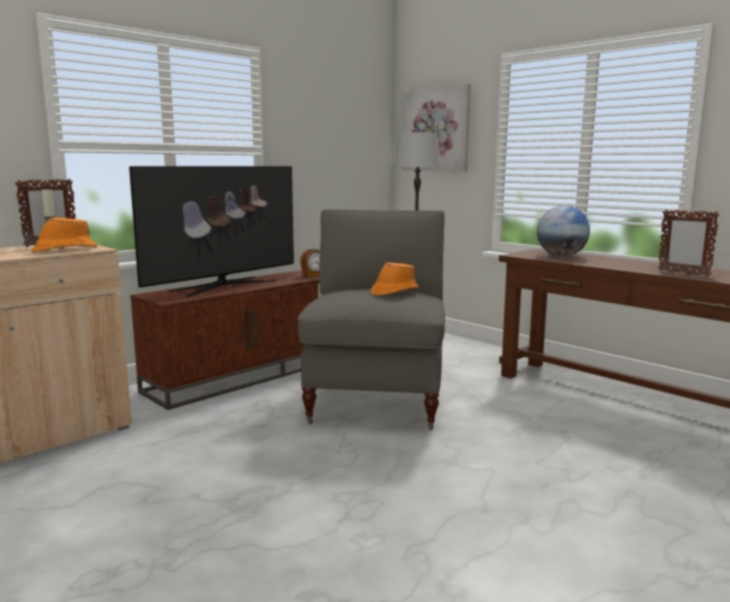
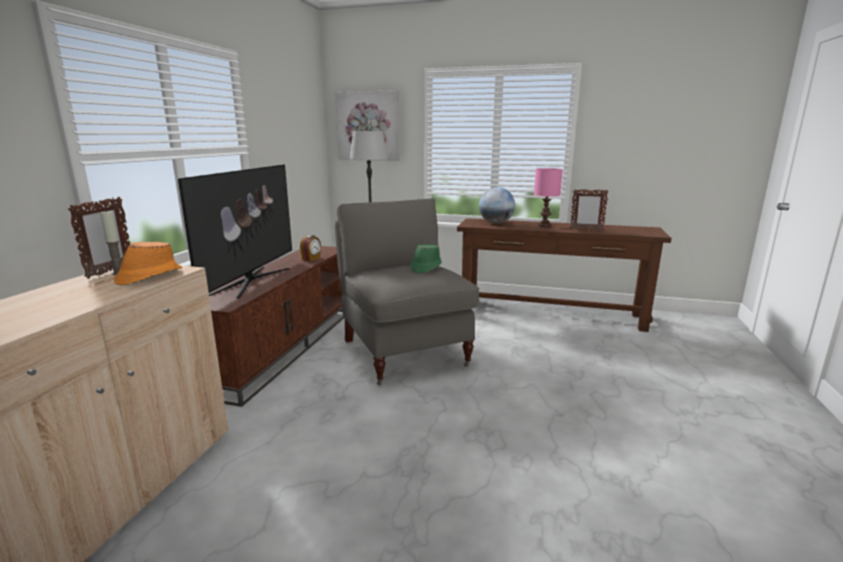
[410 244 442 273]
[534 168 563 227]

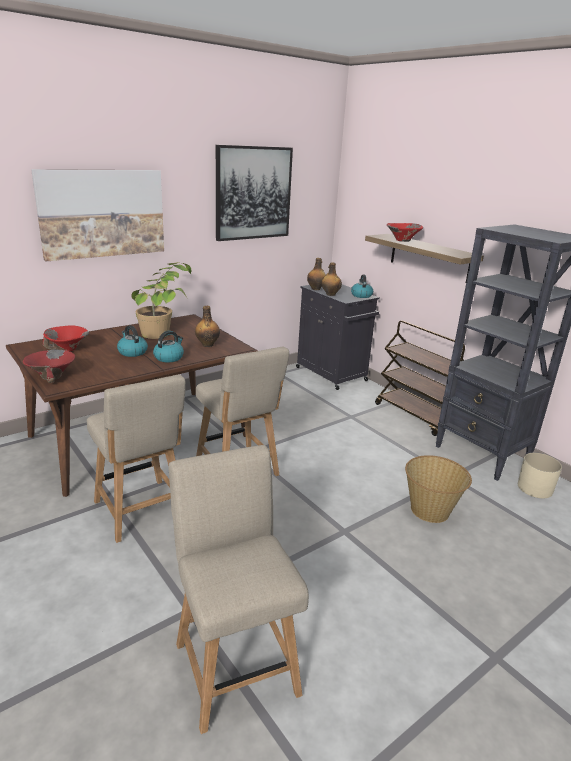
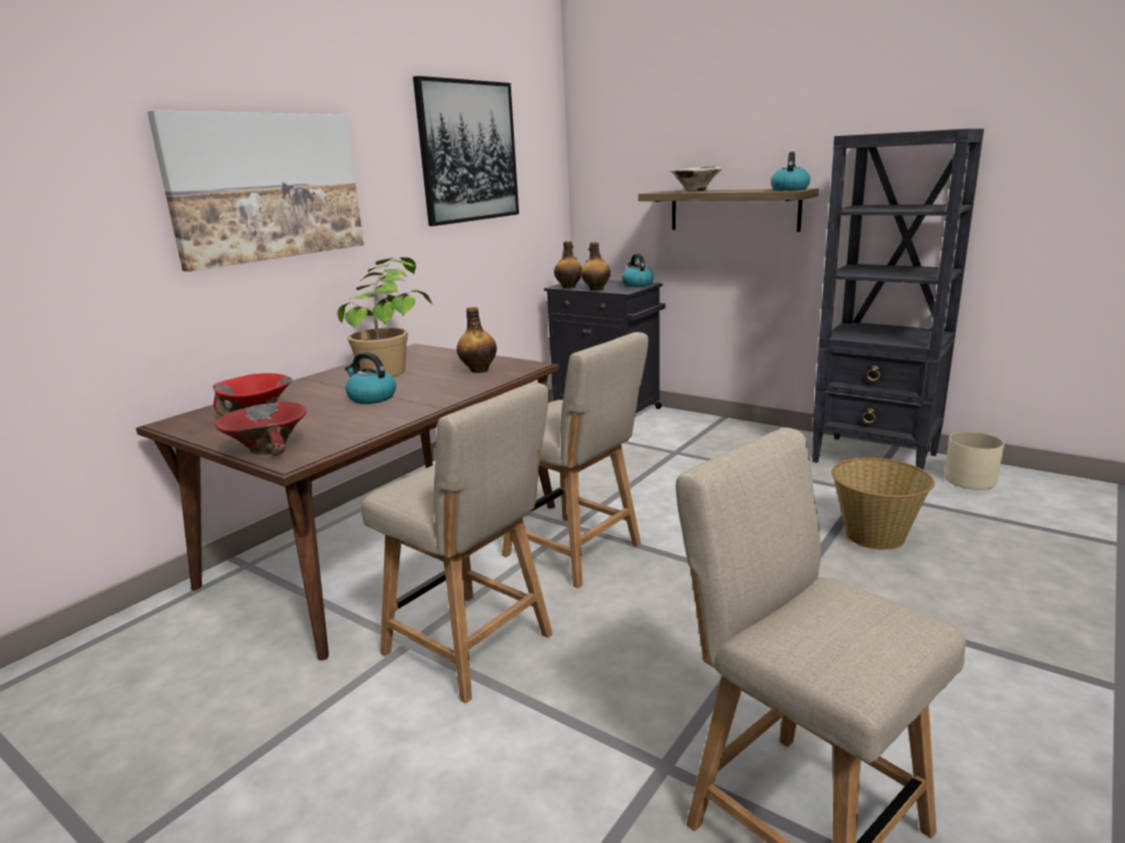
[771 152 810 191]
[375 321 465 436] (first image)
[670 166 722 192]

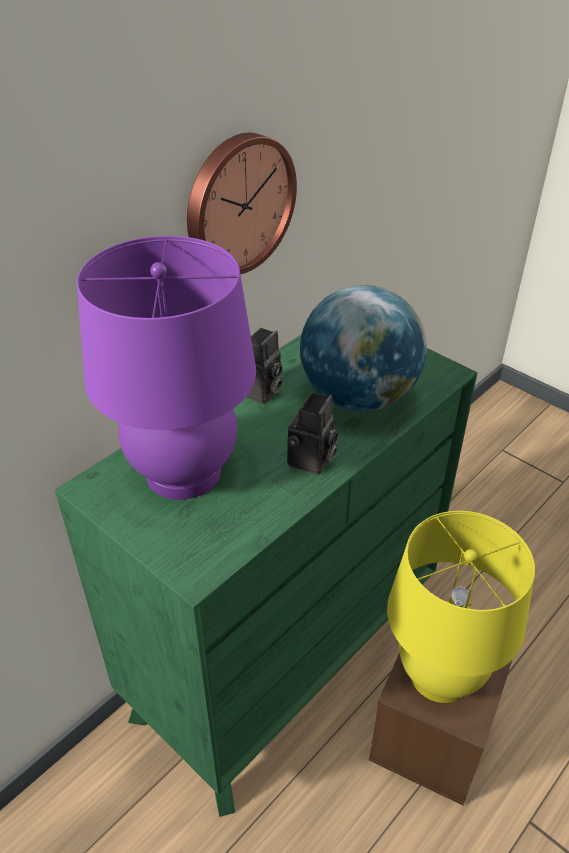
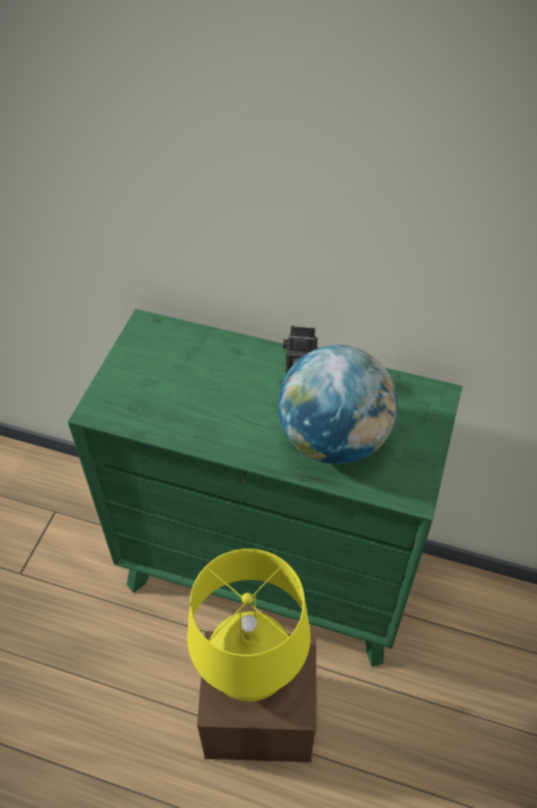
[77 236 256 500] (first image)
[187 133 297 274] (first image)
[287 392 338 475] (first image)

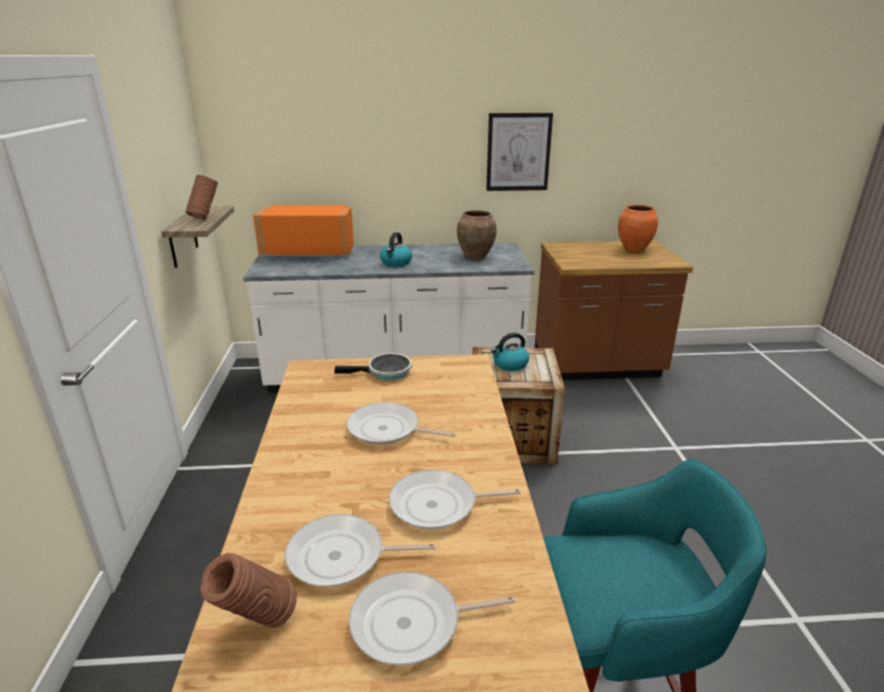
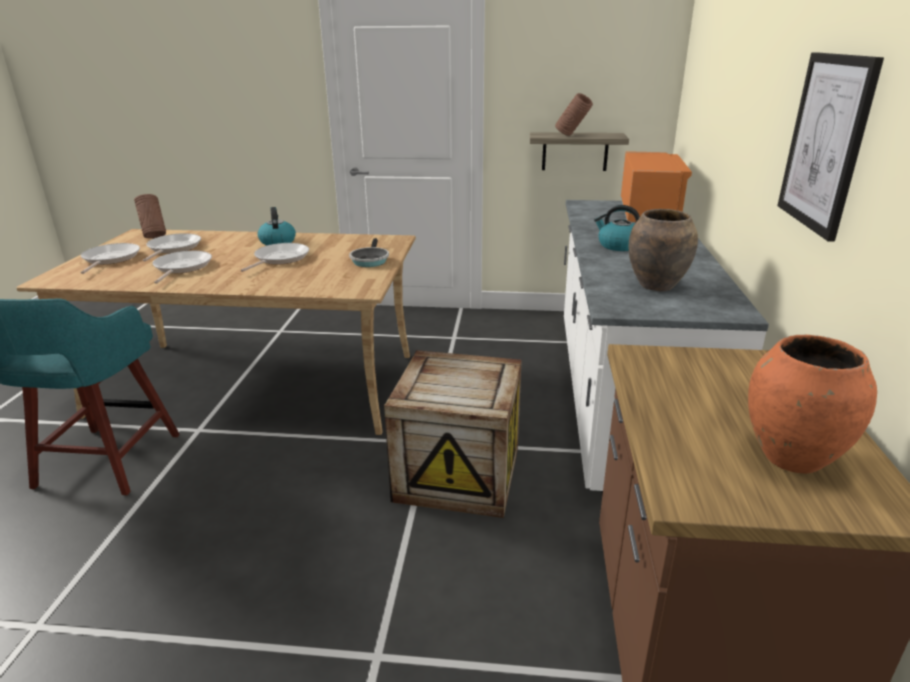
[258 207 296 245]

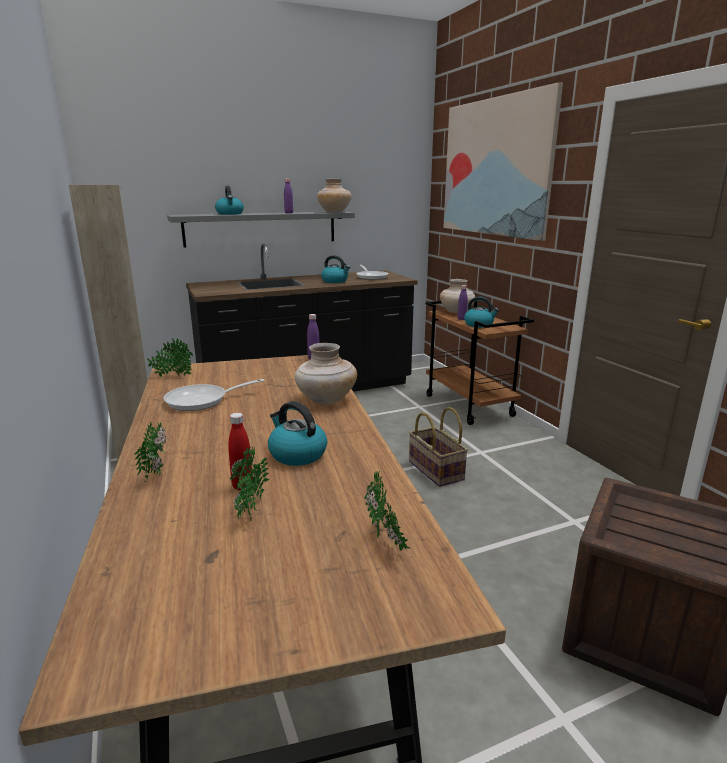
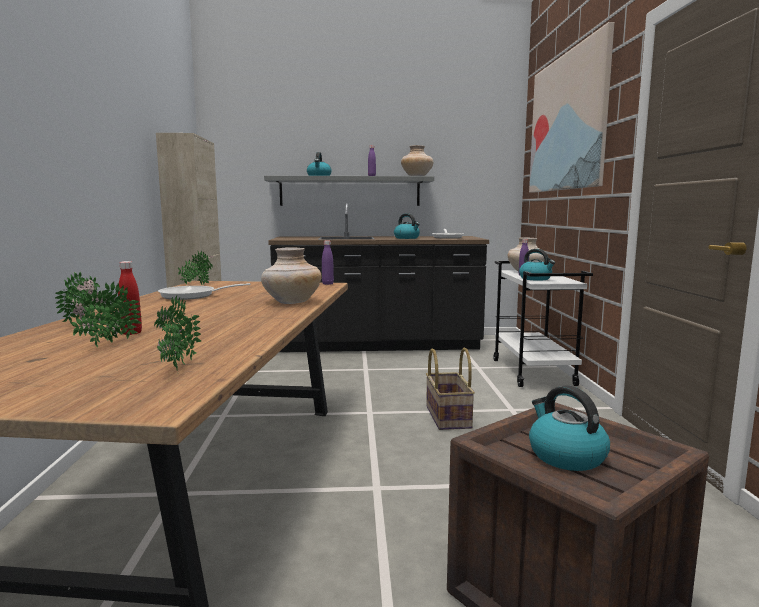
[529 385 610 471]
[493 261 593 387]

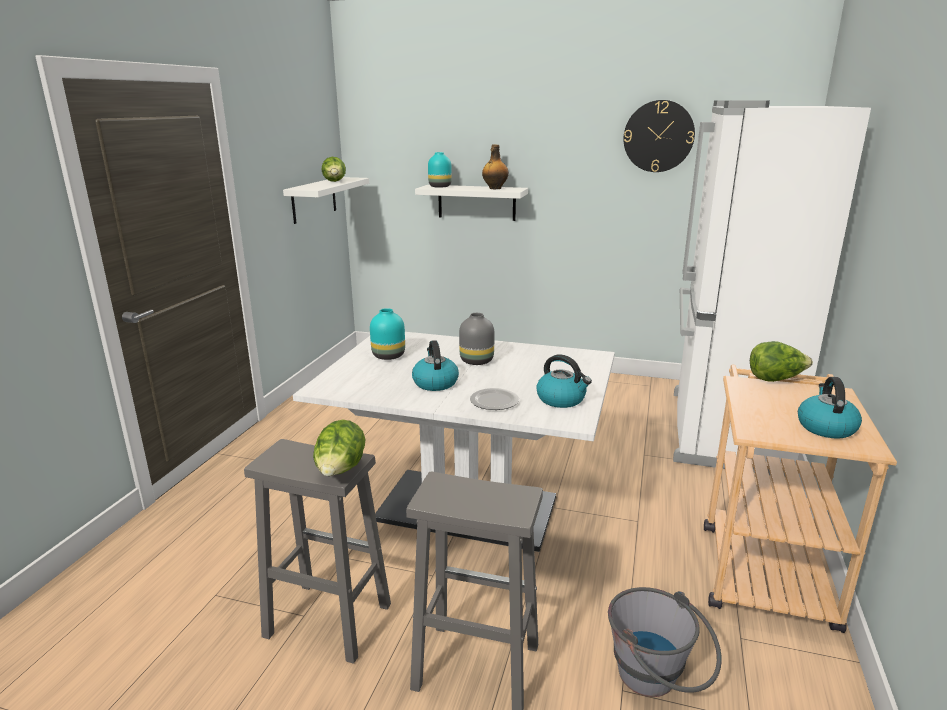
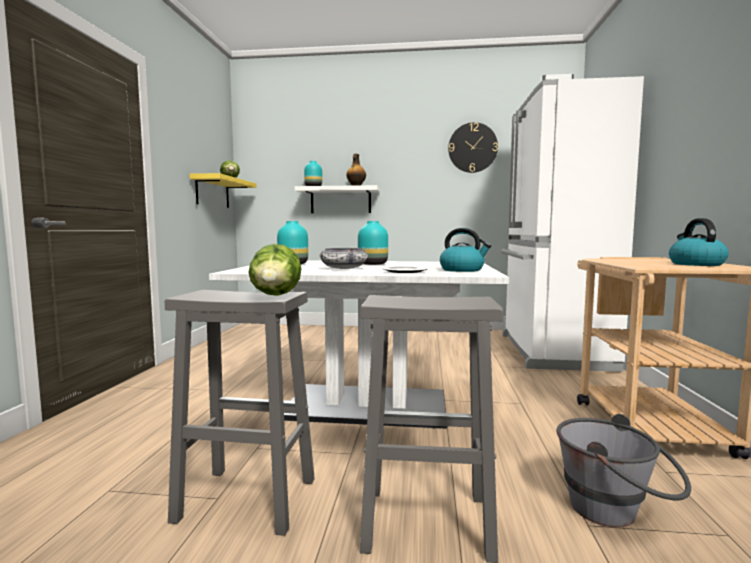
[189 173 256 208]
[319 248 368 269]
[358 221 388 265]
[750 341 813 382] (first image)

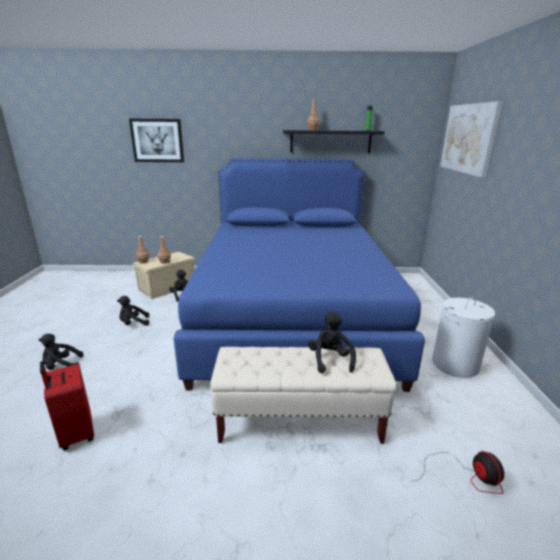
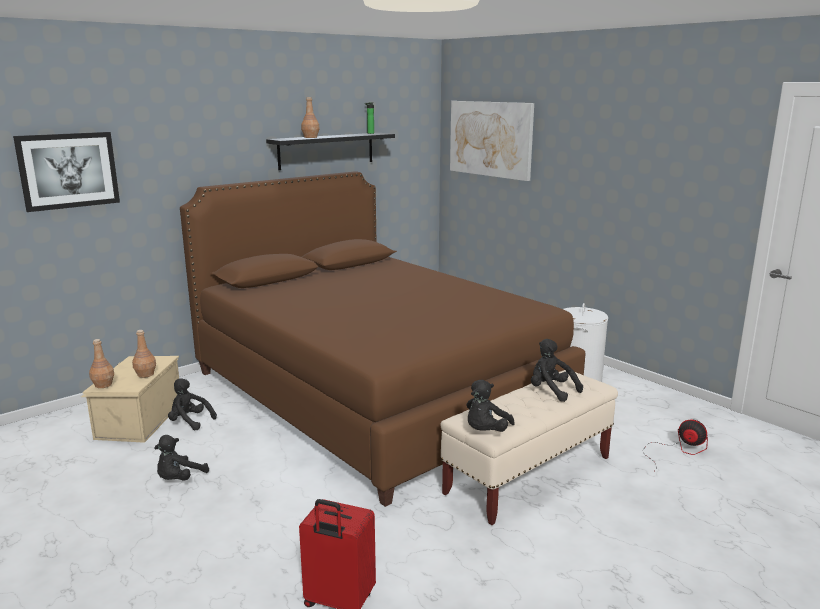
[466 380 515 432]
[180 171 586 507]

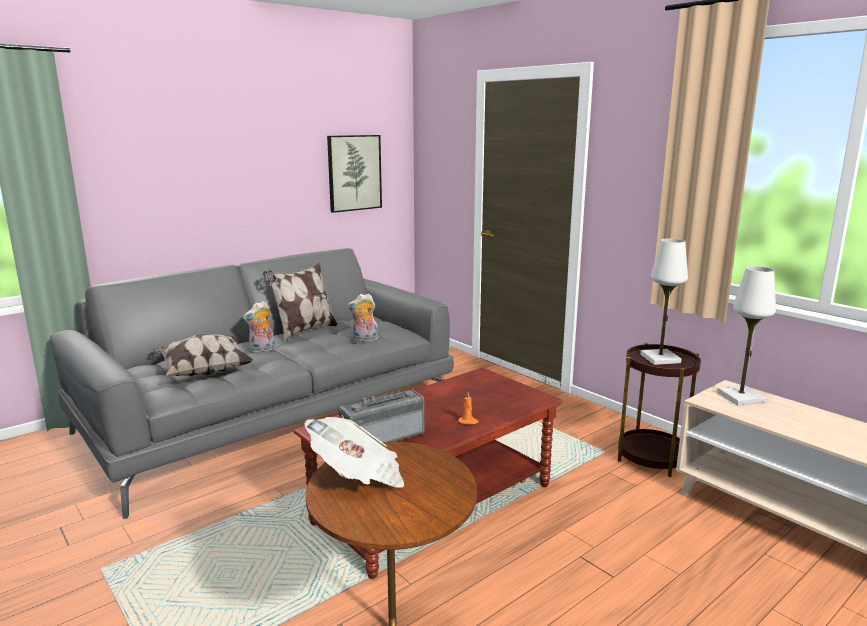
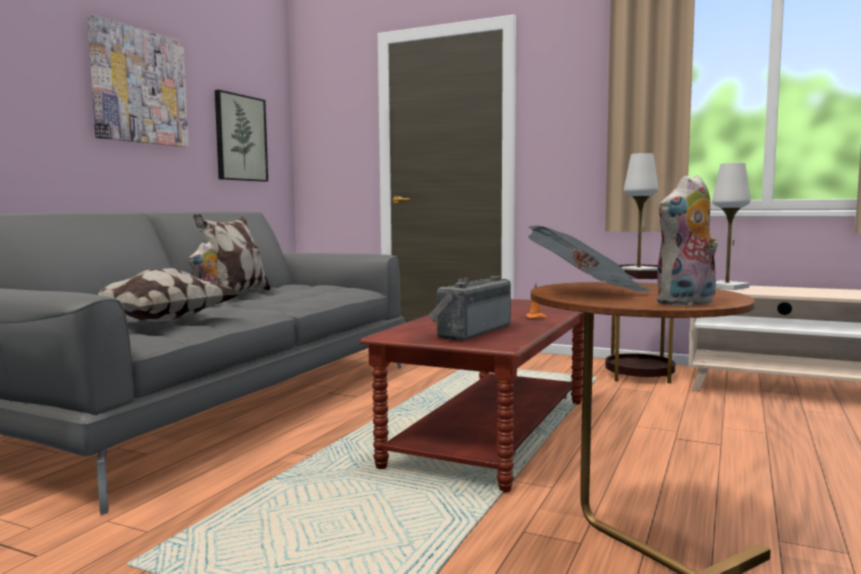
[656 175 718 306]
[87 15 189 147]

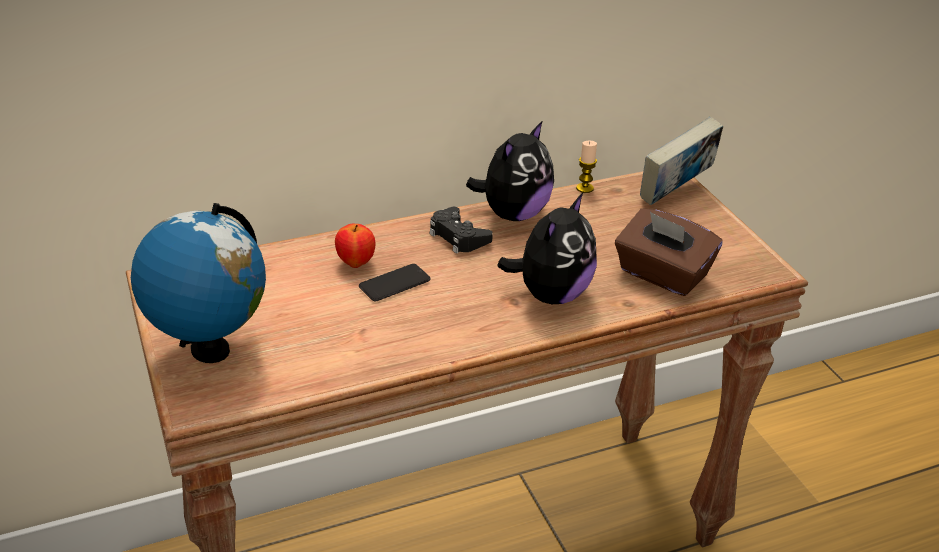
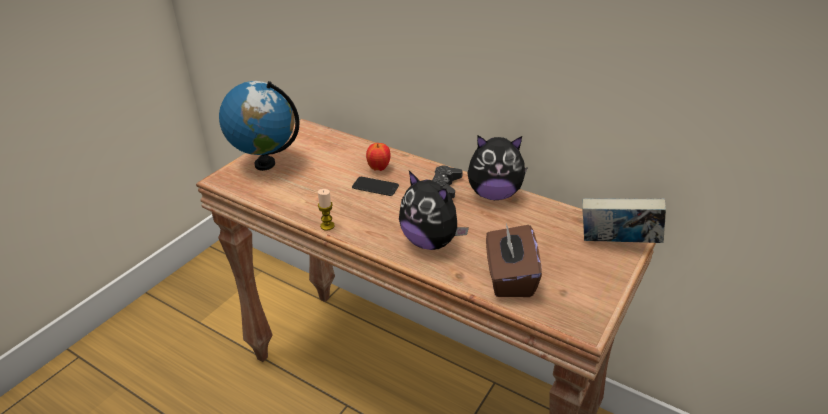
[399 171 469 250]
[318 189 335 231]

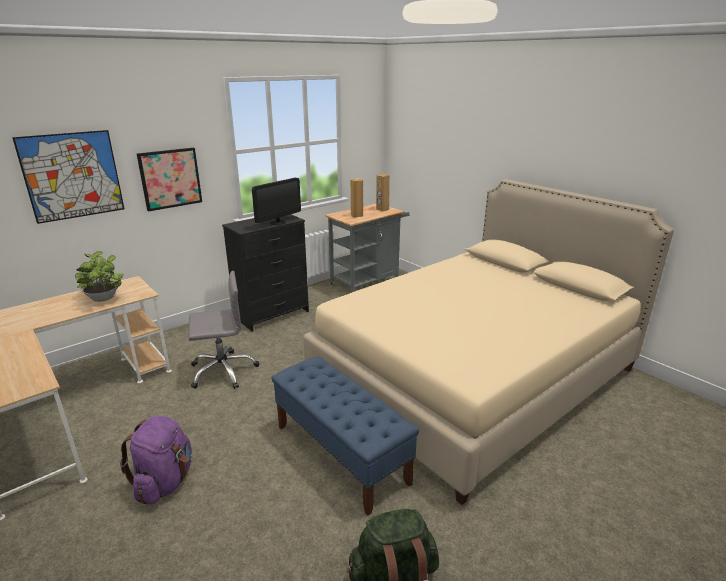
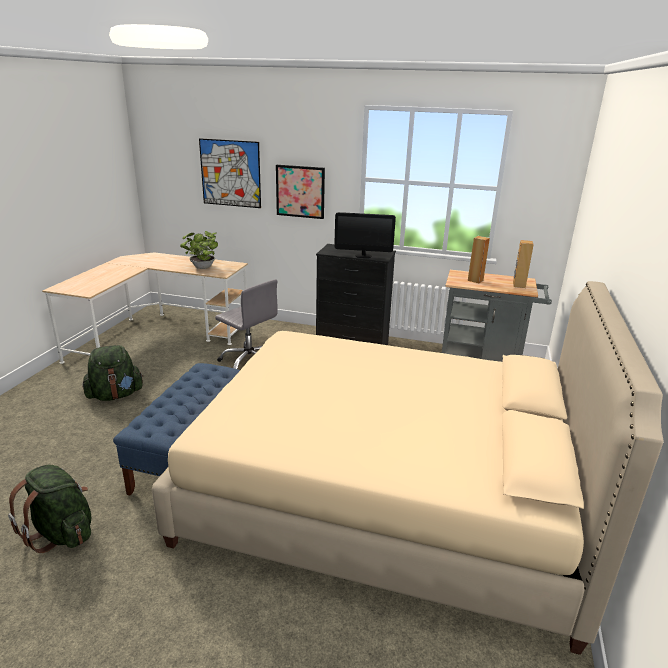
[82 345 144 401]

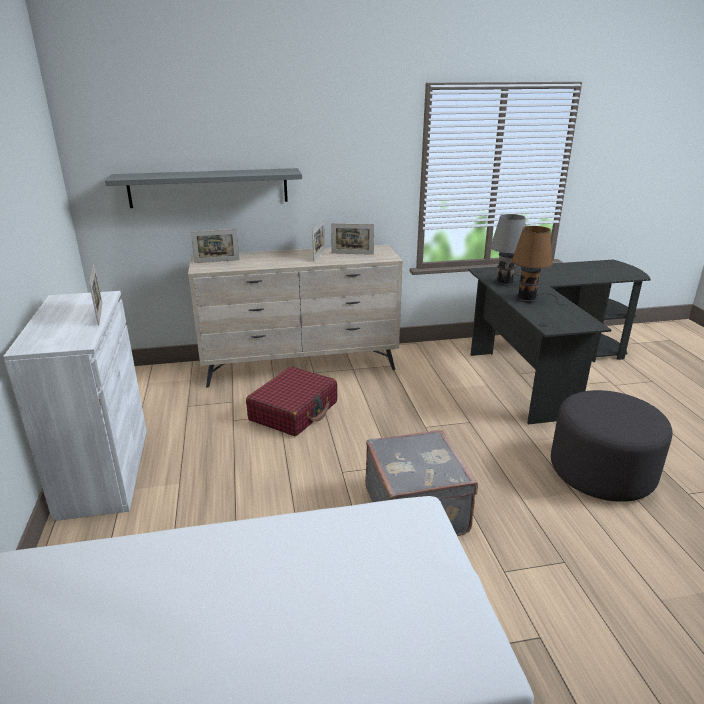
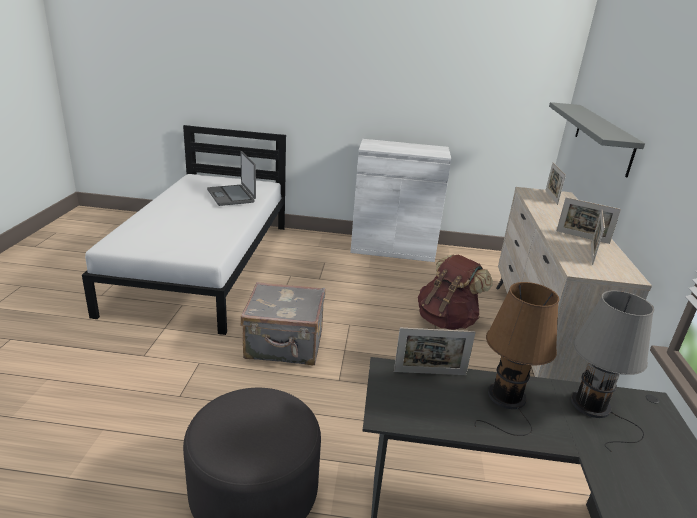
[394 328 476 375]
[418 254 493 330]
[207 151 256 206]

